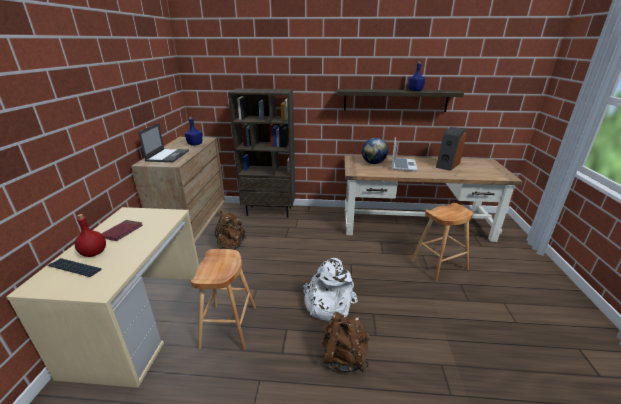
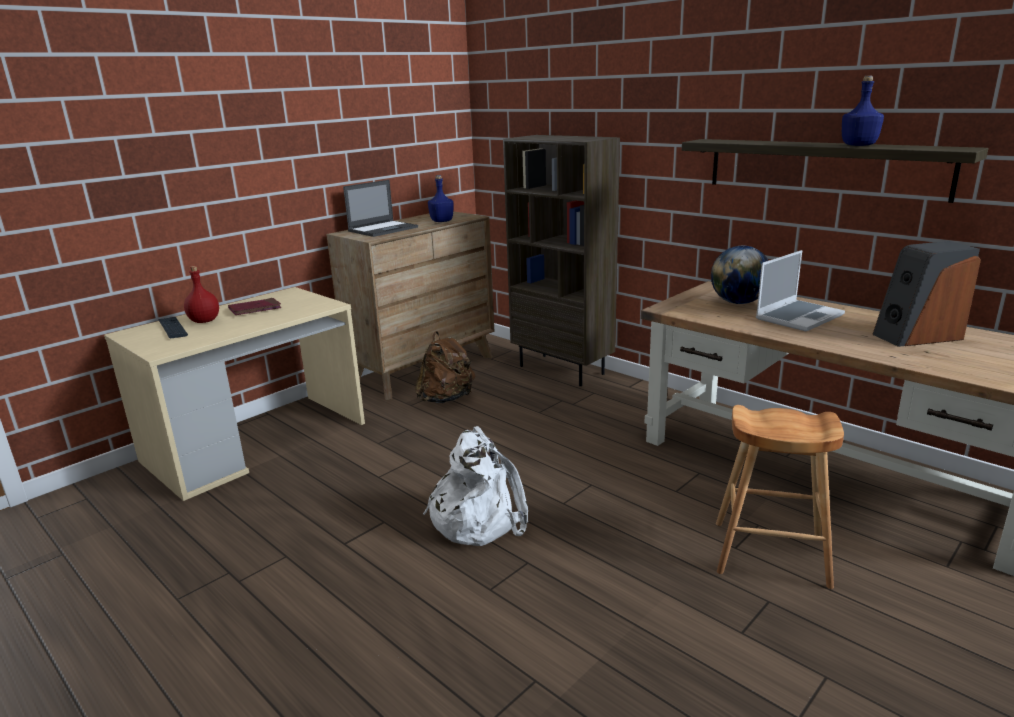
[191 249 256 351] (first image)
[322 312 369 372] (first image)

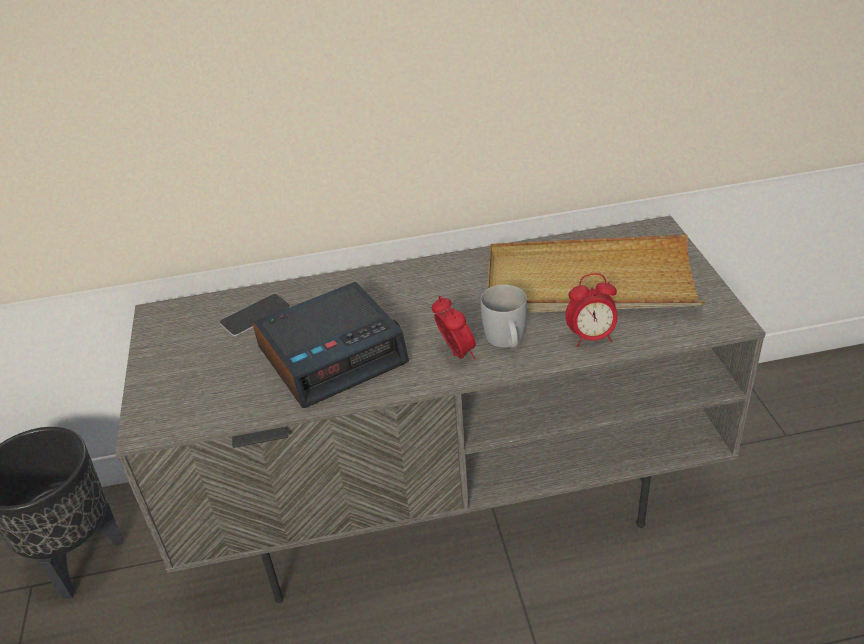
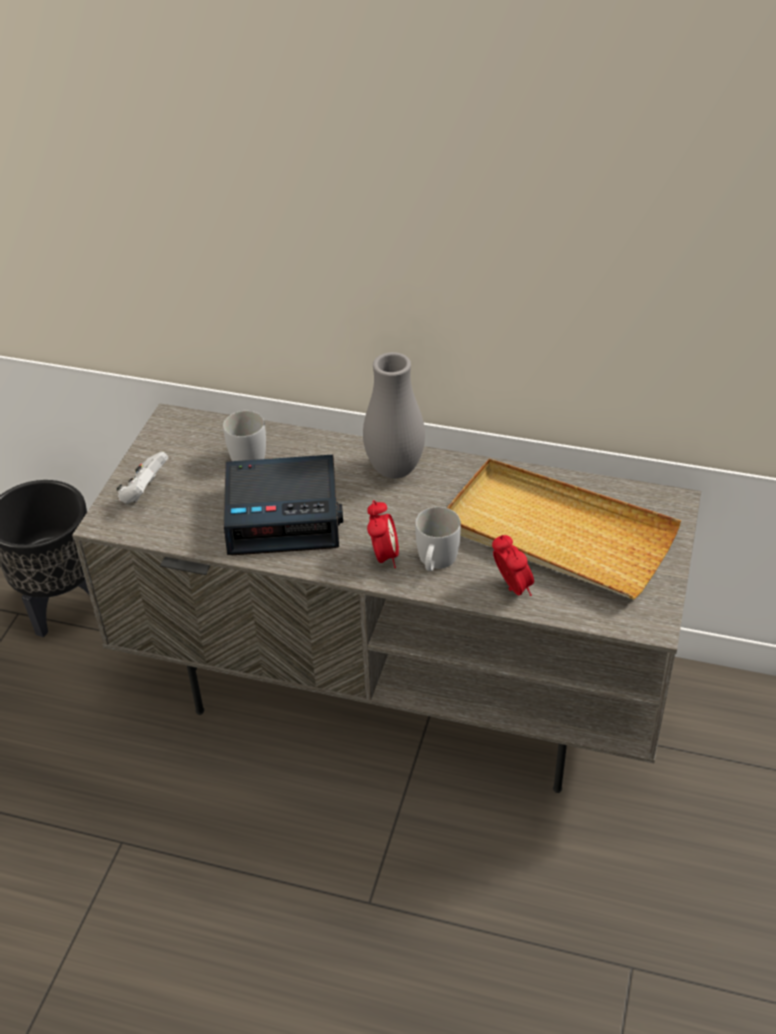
[223 411 266 461]
[492 535 534 596]
[116 452 168 504]
[363 352 425 479]

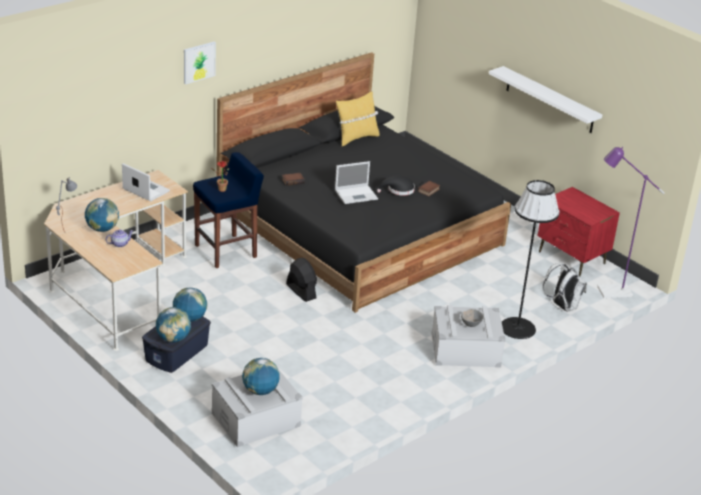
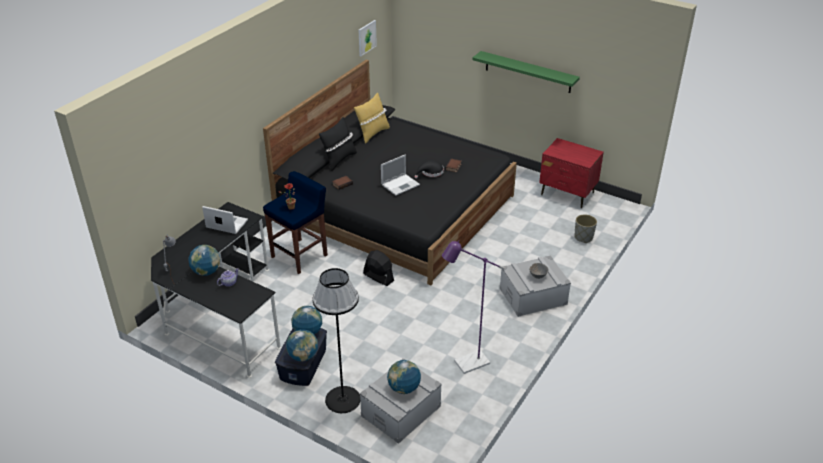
[151 202 281 378]
[359 20 377 56]
[472 51 580 93]
[313 268 360 413]
[575 215 597 243]
[442 240 505 374]
[319 117 357 171]

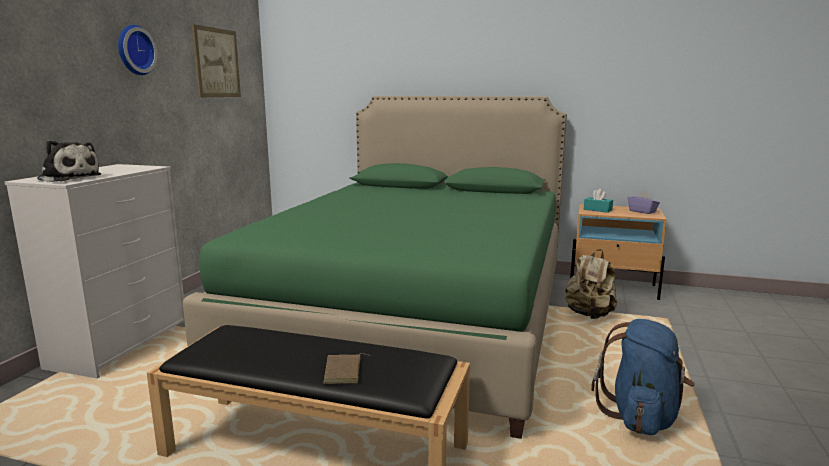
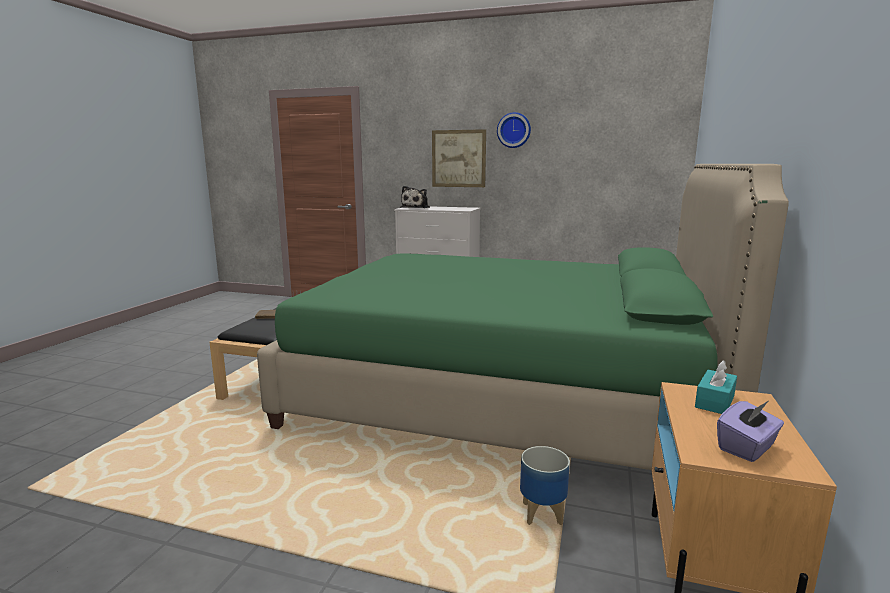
[432 129 486 187]
[520 446 570 525]
[591 319 695 435] (first image)

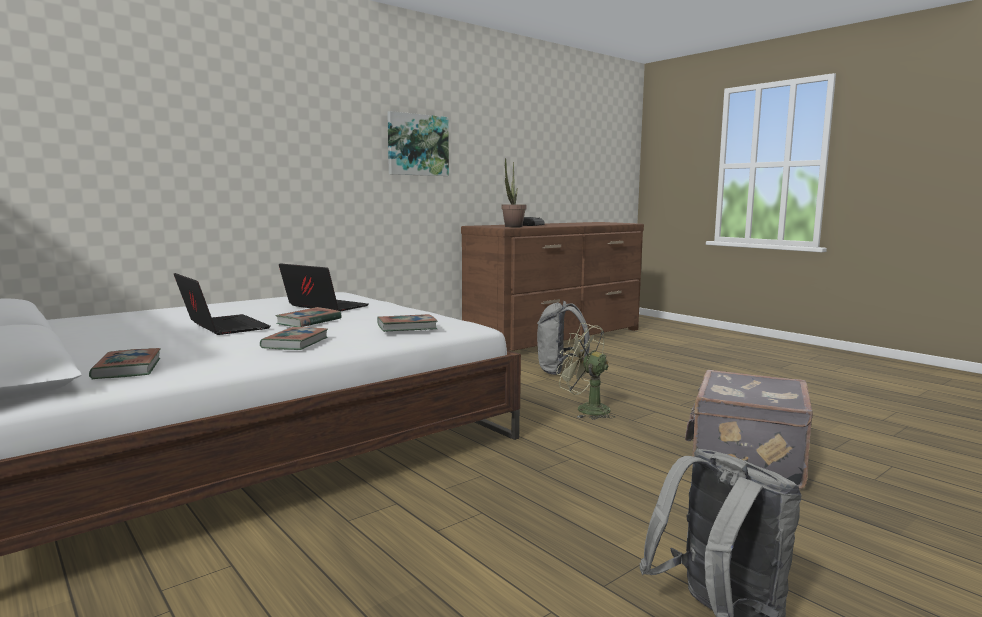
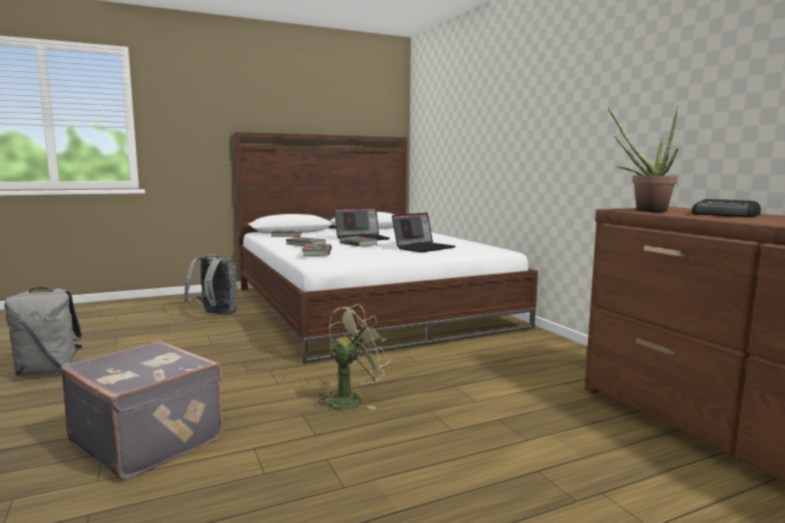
[387 111 449 176] (first image)
[184 254 237 315]

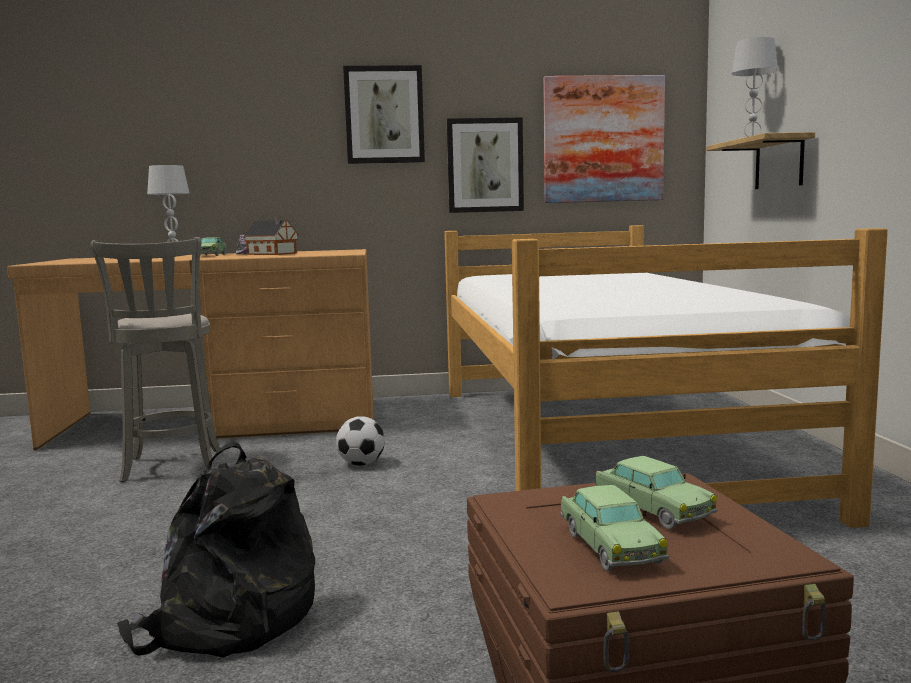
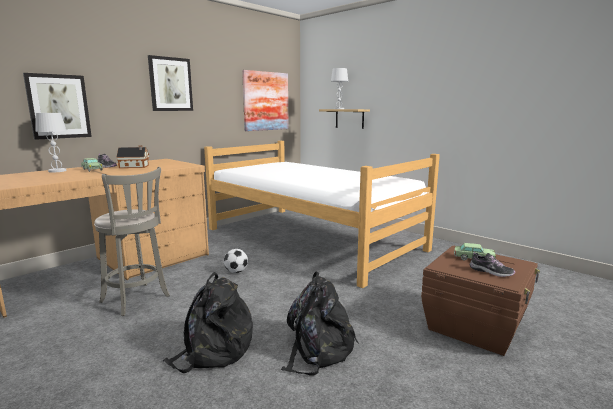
[23 73 92 140]
[470 251 515 277]
[163 272 253 373]

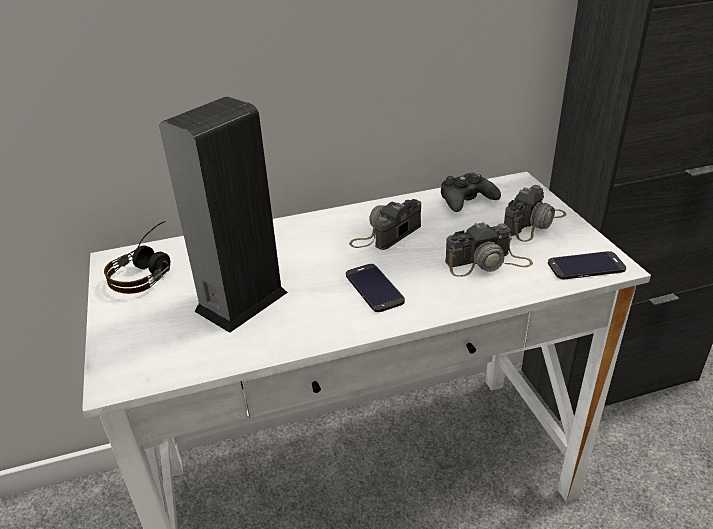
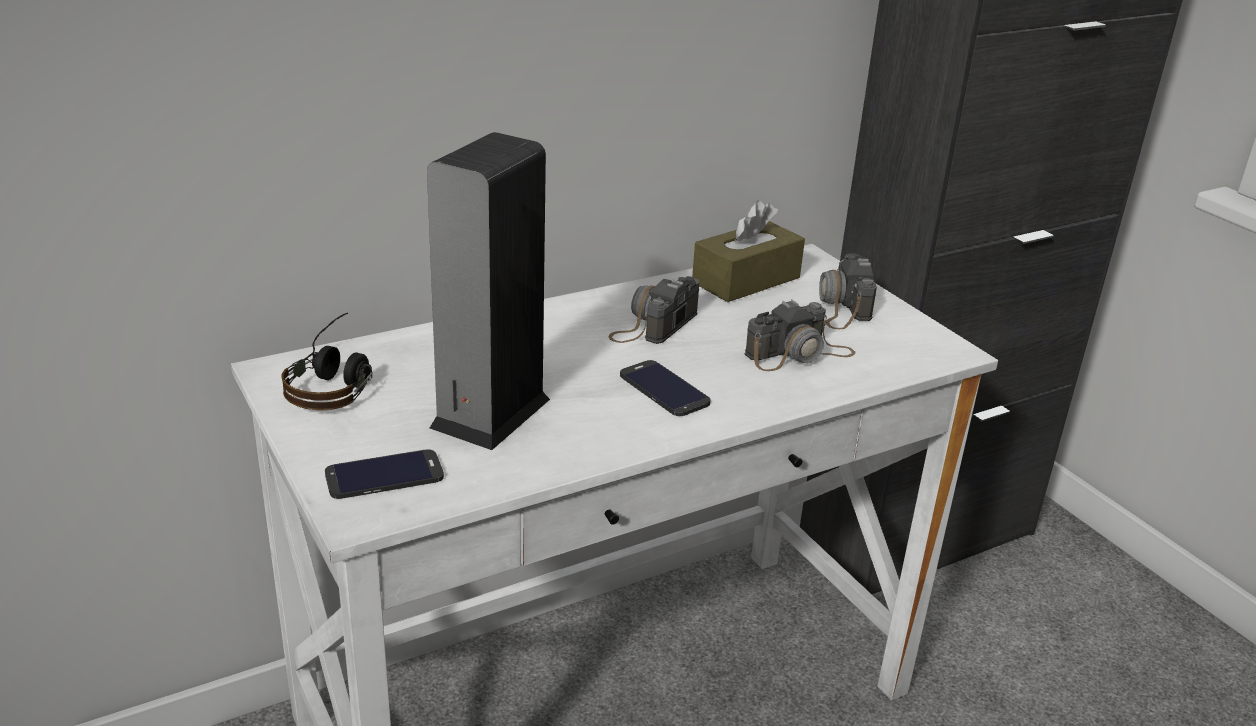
[692 201 805 302]
[819 253 877 329]
[325 449 444 499]

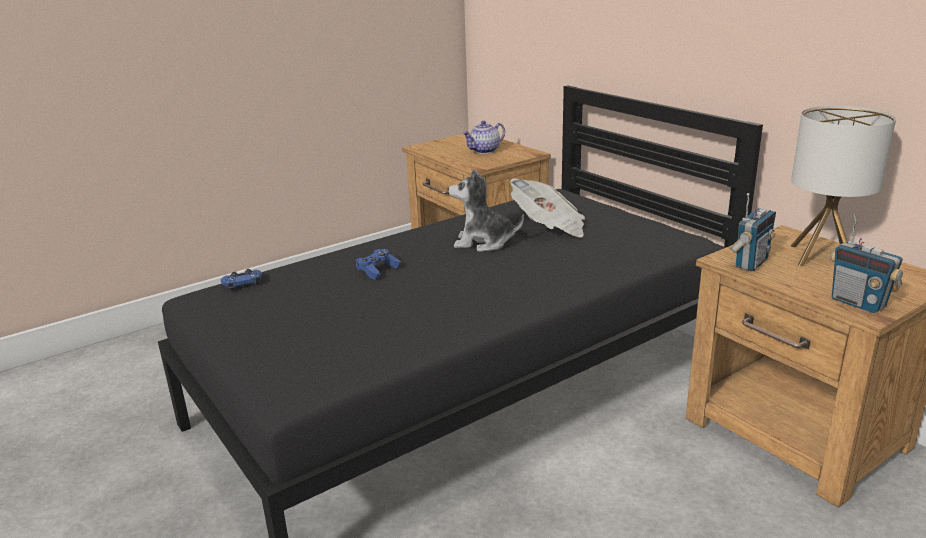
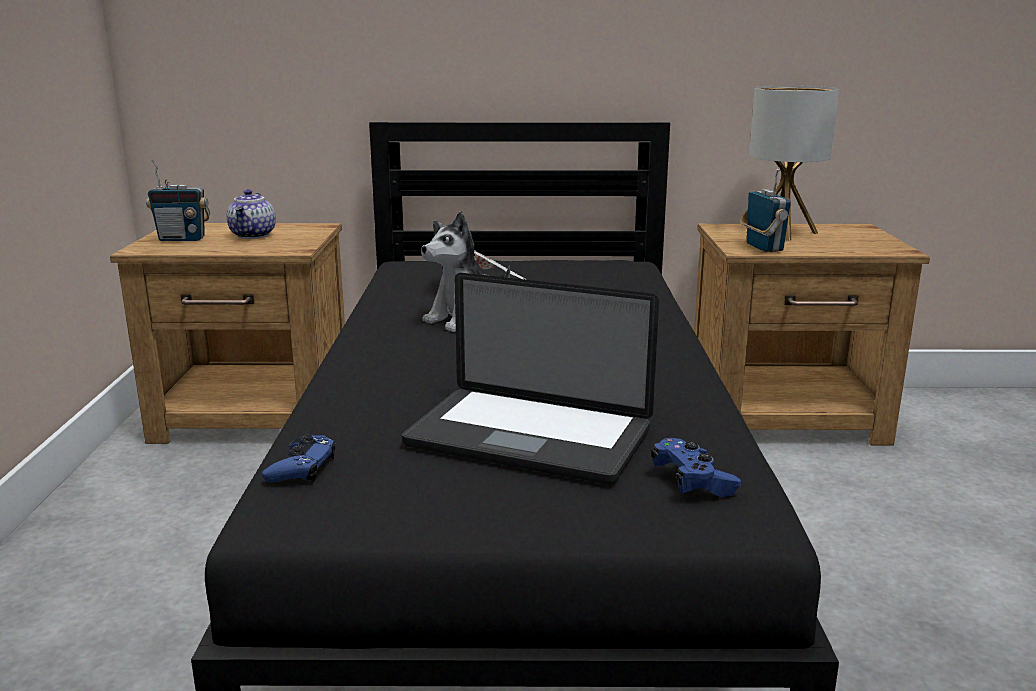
[651 438 741 497]
[146 160 210 241]
[402 273 659 485]

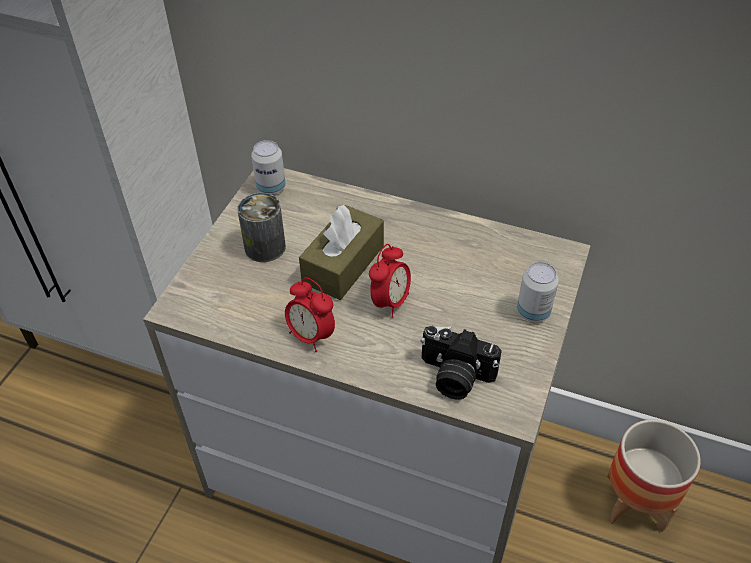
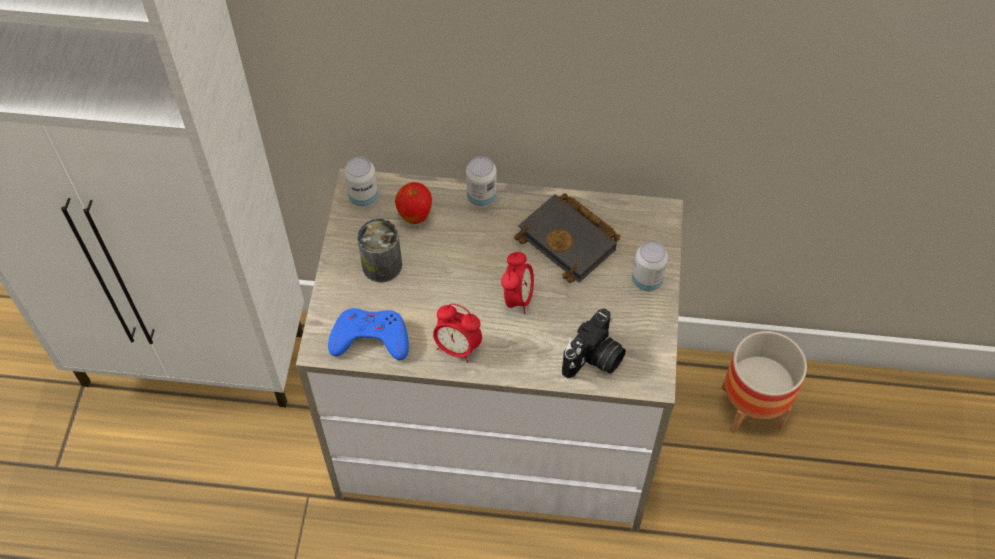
[299 205 384 300] (first image)
[562 308 626 378]
[328 308 409 360]
[395 182 432 224]
[466 156 497 207]
[514 193 620 283]

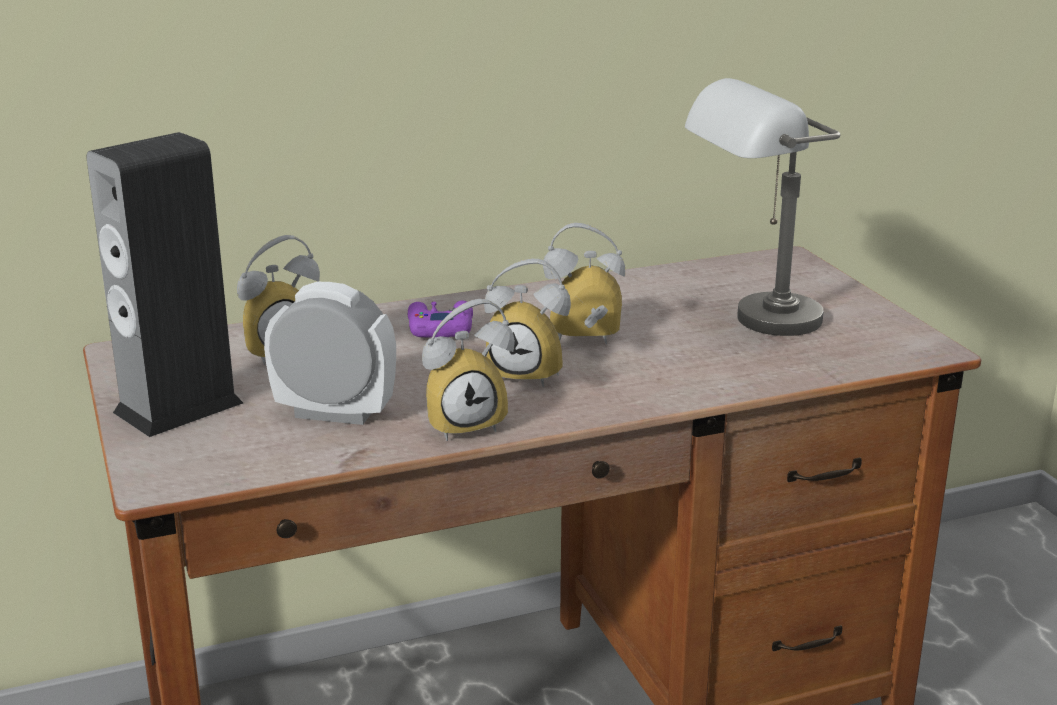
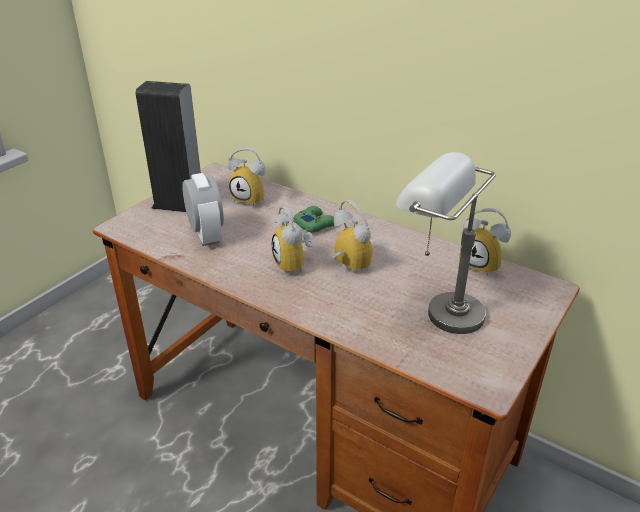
[293 206 334 233]
[459 208 511 276]

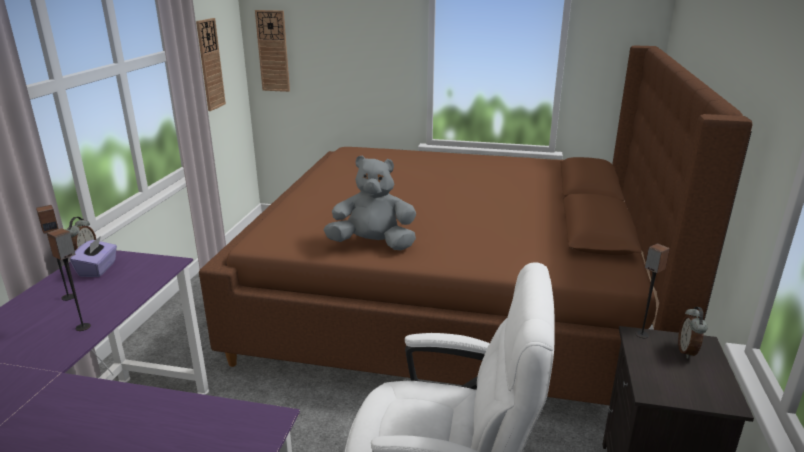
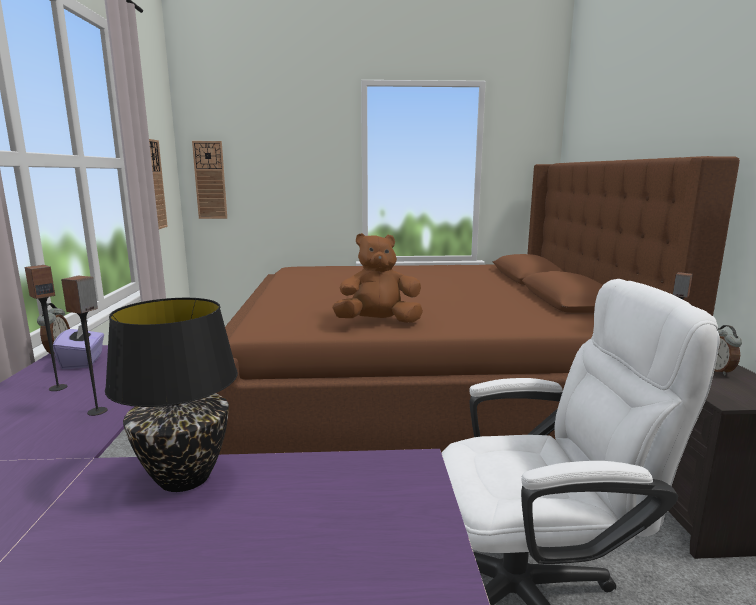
[332 233 423 323]
[105 298 238 492]

